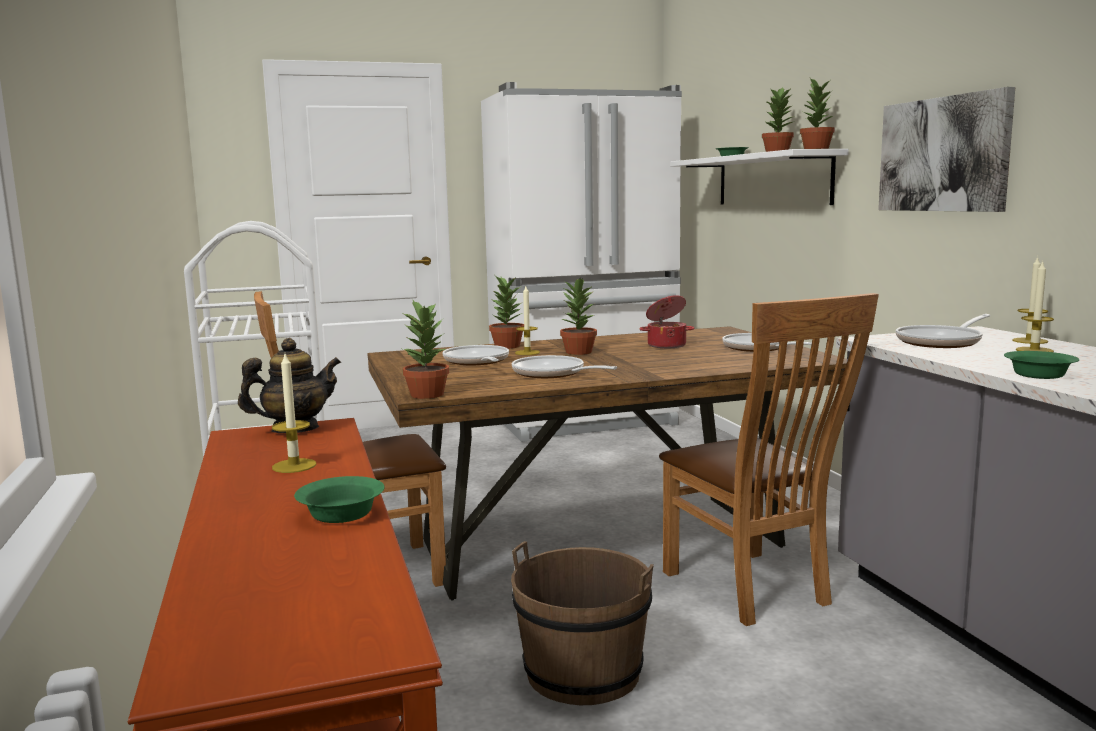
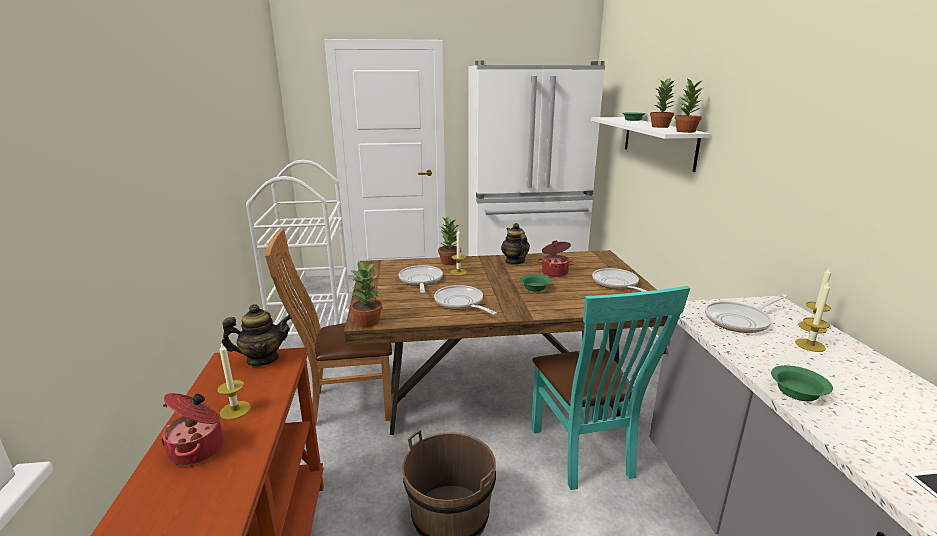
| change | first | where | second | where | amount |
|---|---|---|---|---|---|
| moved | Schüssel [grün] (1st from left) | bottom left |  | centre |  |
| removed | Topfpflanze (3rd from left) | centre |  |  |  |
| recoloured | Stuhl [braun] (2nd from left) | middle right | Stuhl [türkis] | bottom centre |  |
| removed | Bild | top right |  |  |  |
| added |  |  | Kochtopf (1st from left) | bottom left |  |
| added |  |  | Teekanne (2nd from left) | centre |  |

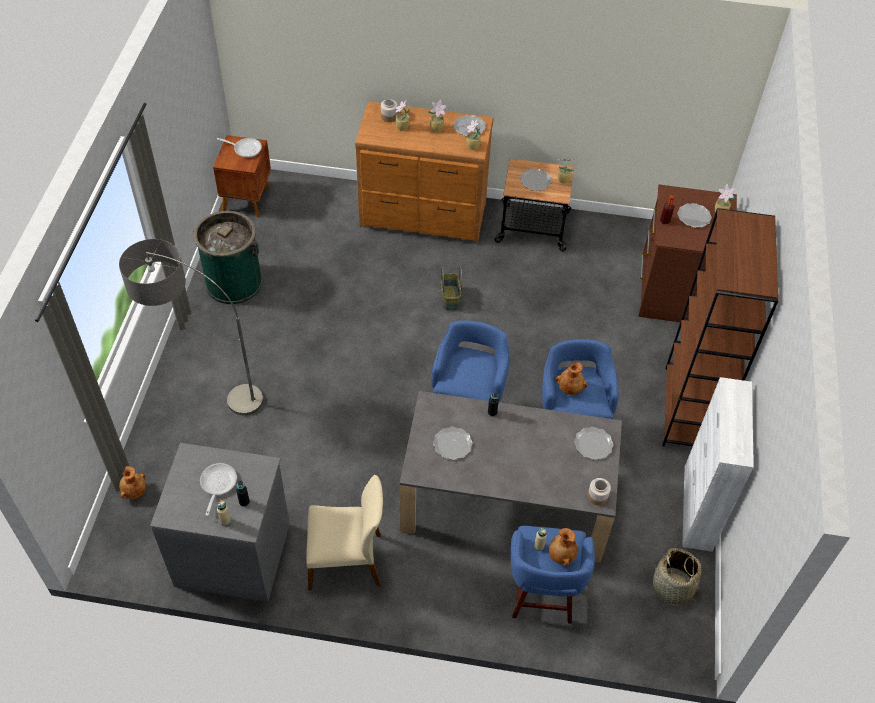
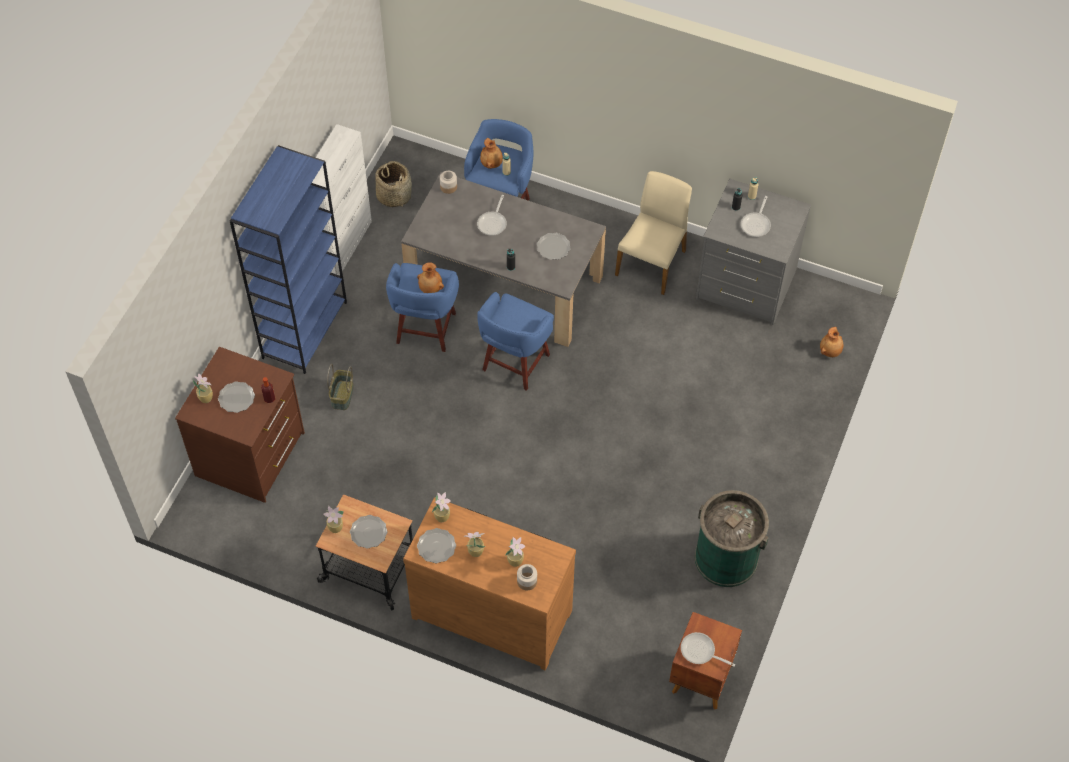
| change | first | where | second | where | amount |
|---|---|---|---|---|---|
| removed | Stehlampe | middle left |  |  |  |
| turned | Stuhl [beige] | bottom centre |  | top centre | 105 degrees clockwise |
| moved | Korb (1st from left) | centre |  | middle left |  |
| removed | Teller (4th from left) | middle right |  |  |  |
| recoloured | Bücherregal [braun] | middle right | Bücherregal [blau] | middle left |  |
| added |  |  | Pfanne (1st from left) | top centre |  |

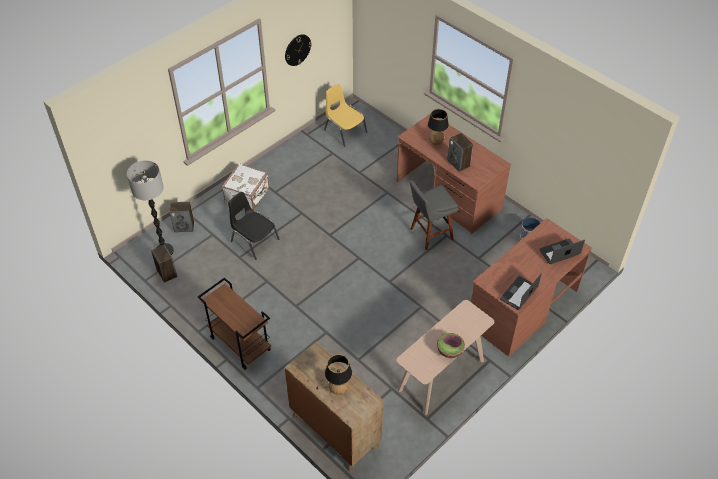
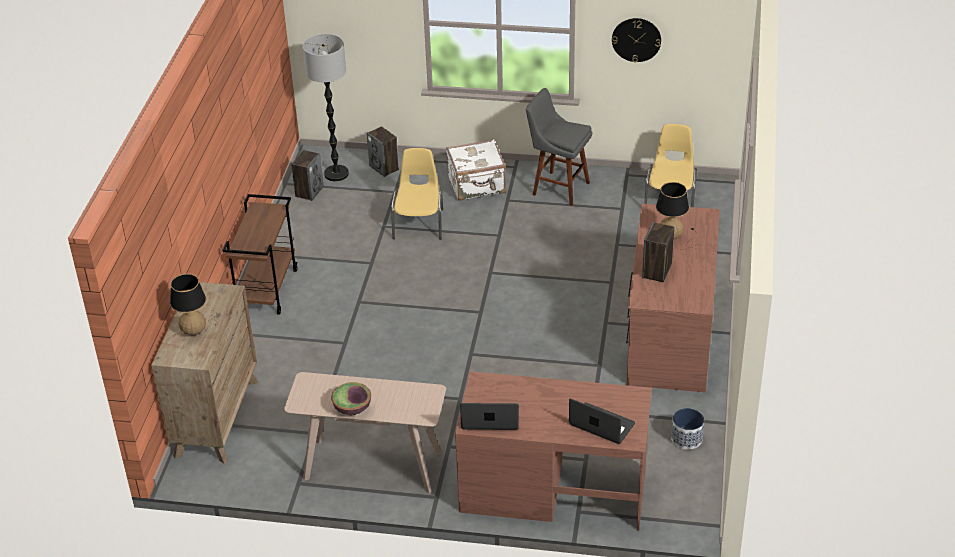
| change | first | where | second | where | amount |
|---|---|---|---|---|---|
| recoloured | Stuhl [schwarz] | centre | Stuhl [gelb] (1st from left) | centre |  |
| moved | Hocker [grau] | centre |  | top centre |  |

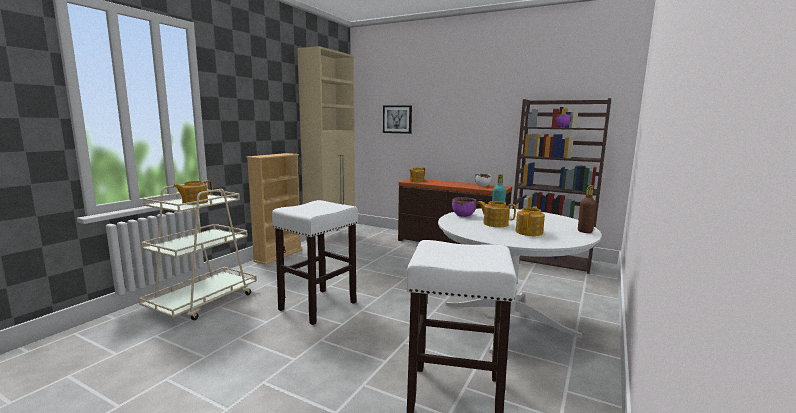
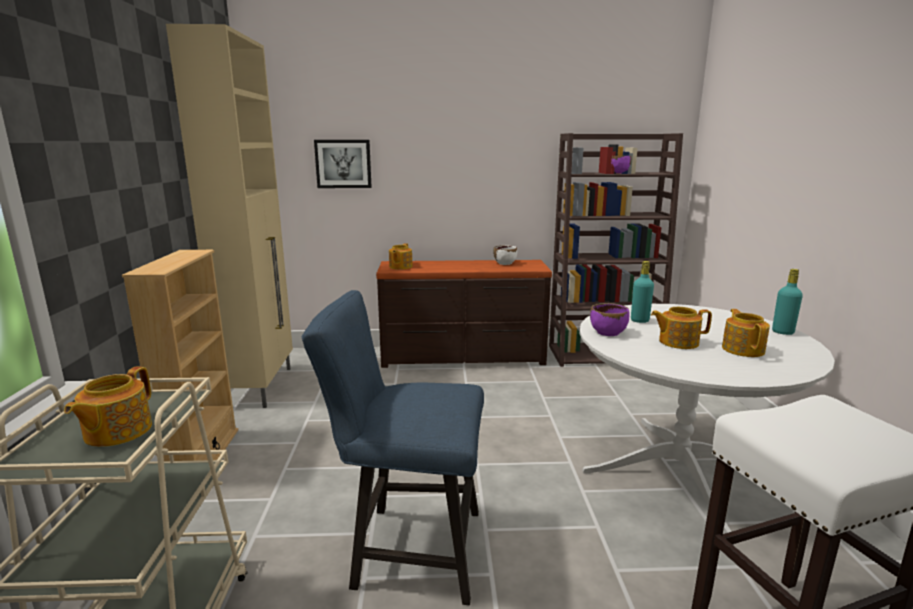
| change | first | where | second | where | amount |
|---|---|---|---|---|---|
| replaced | Hocker [weiß] (1st from left) | centre | Stuhl [blau] | bottom centre |  |
| recoloured | Flasche [braun] | middle right | Flasche [türkis] (2nd from left) | middle right |  |

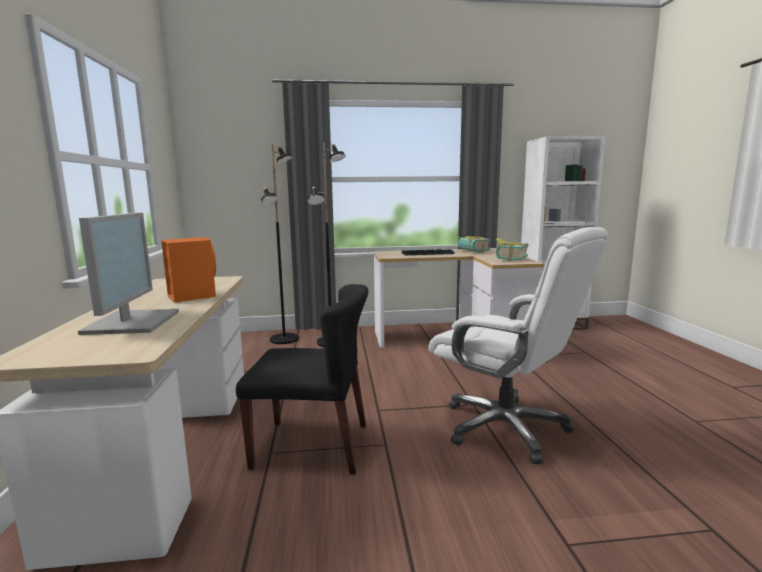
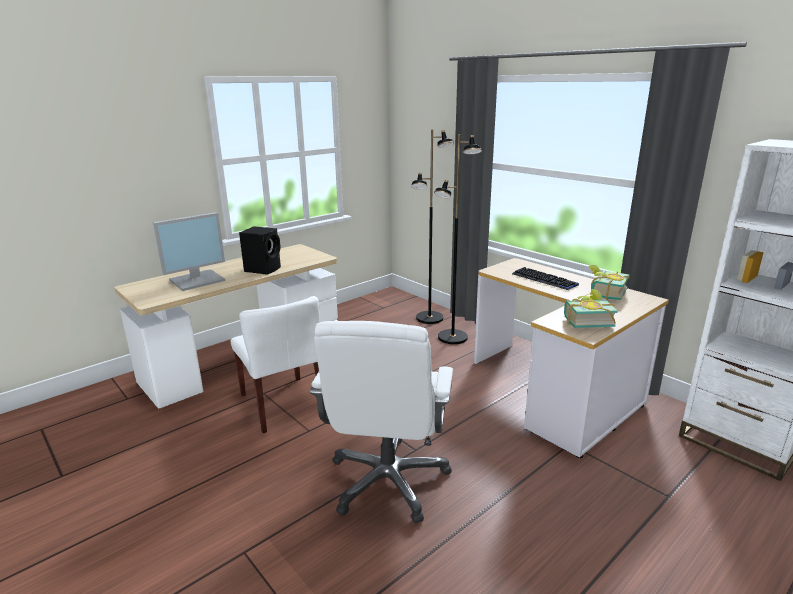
| change | first | where | second | where | amount |
|---|---|---|---|---|---|
| recoloured | Lautsprecher [orange] | middle left | Lautsprecher [schwarz] | middle left |  |
| recoloured | Stuhl [schwarz] | centre | Stuhl [weiß] | centre |  |

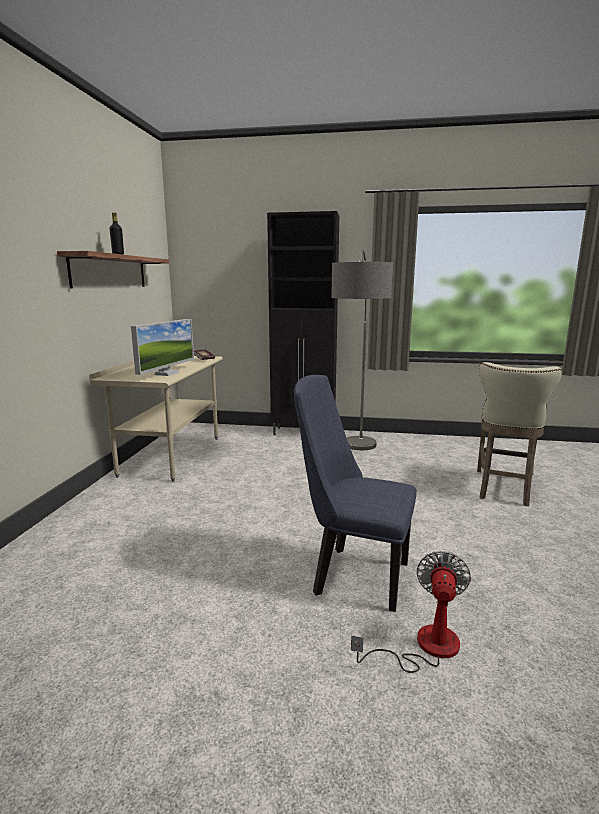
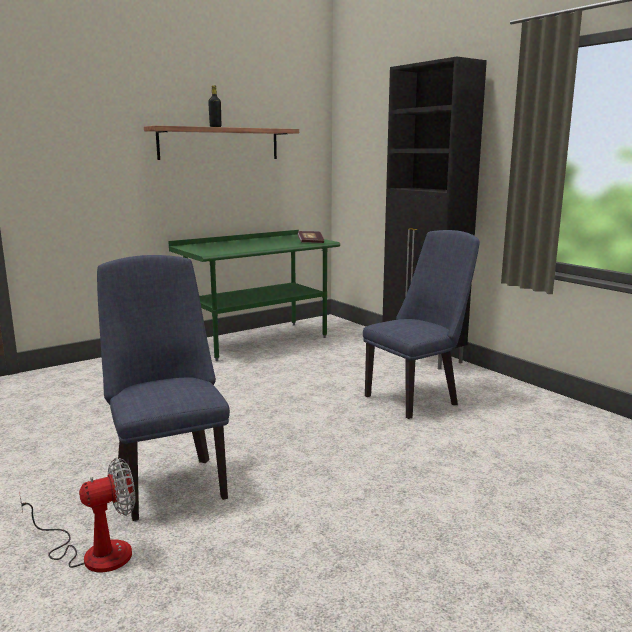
| change | first | where | second | where | amount |
|---|---|---|---|---|---|
| recoloured | Schreibtisch [beige] | middle left | Schreibtisch [grün] | centre |  |
| removed | Monitor | middle left |  |  |  |
| replaced | Stehlampe | centre | Stuhl [blau] (2nd from left) | centre |  |
| removed | Hocker [beige] | middle right |  |  |  |

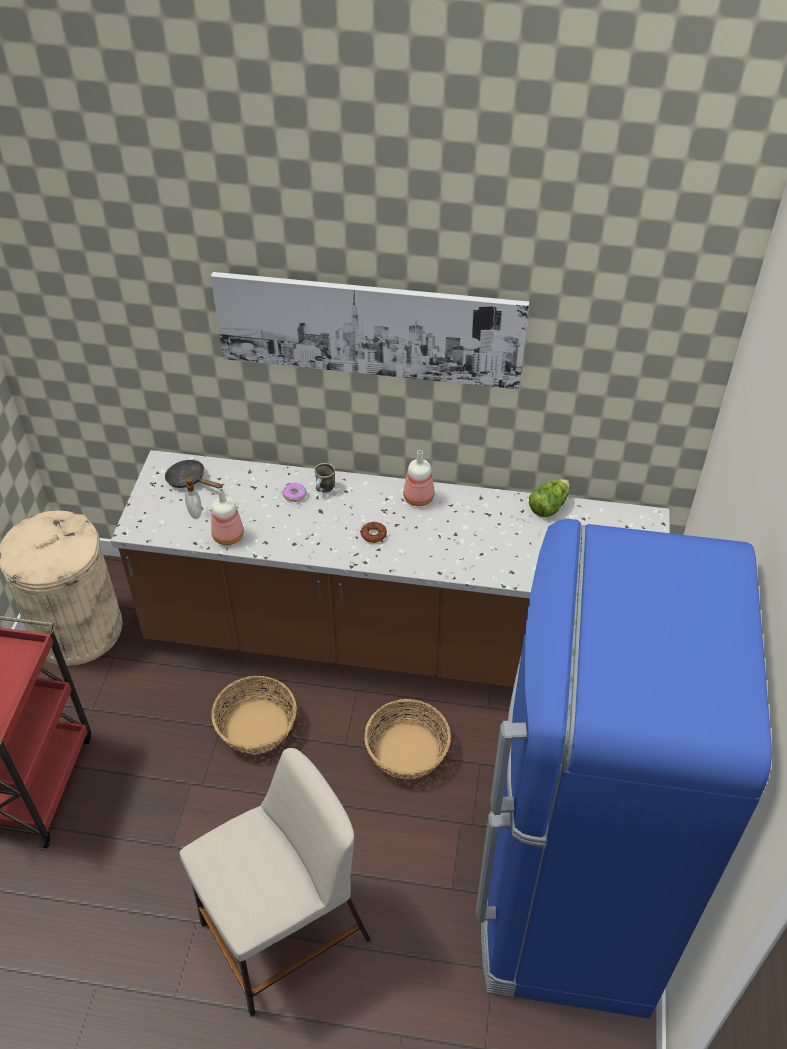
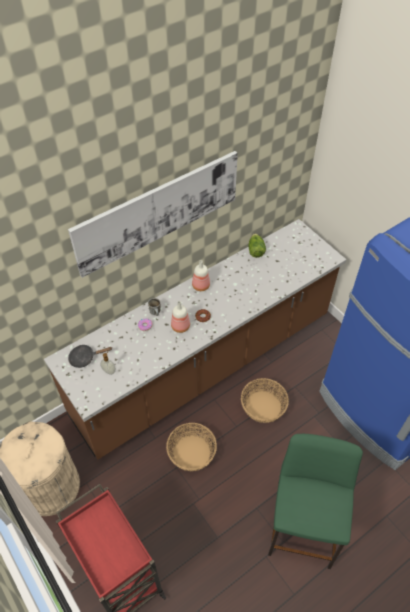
| change | first | where | second | where | amount |
|---|---|---|---|---|---|
| recoloured | Hocker [beige] | bottom centre | Hocker [grün] | bottom right |  |
| moved | Flasche (1st from left) | middle left |  | centre |  |

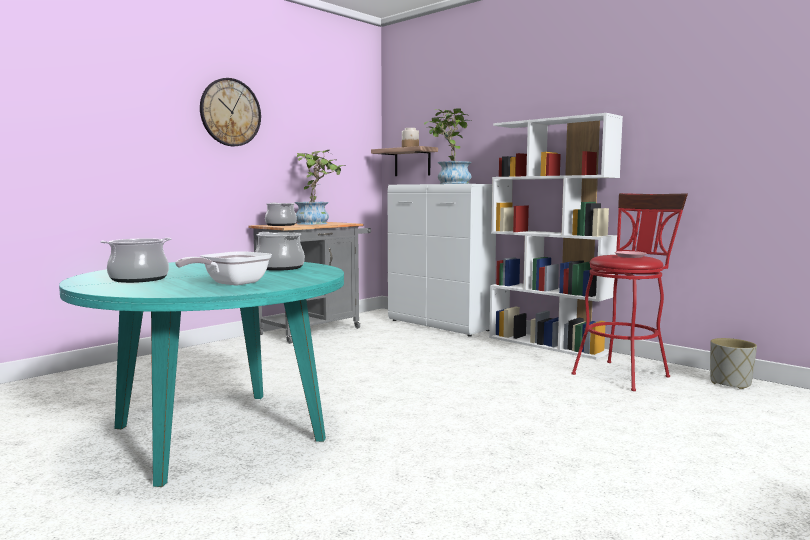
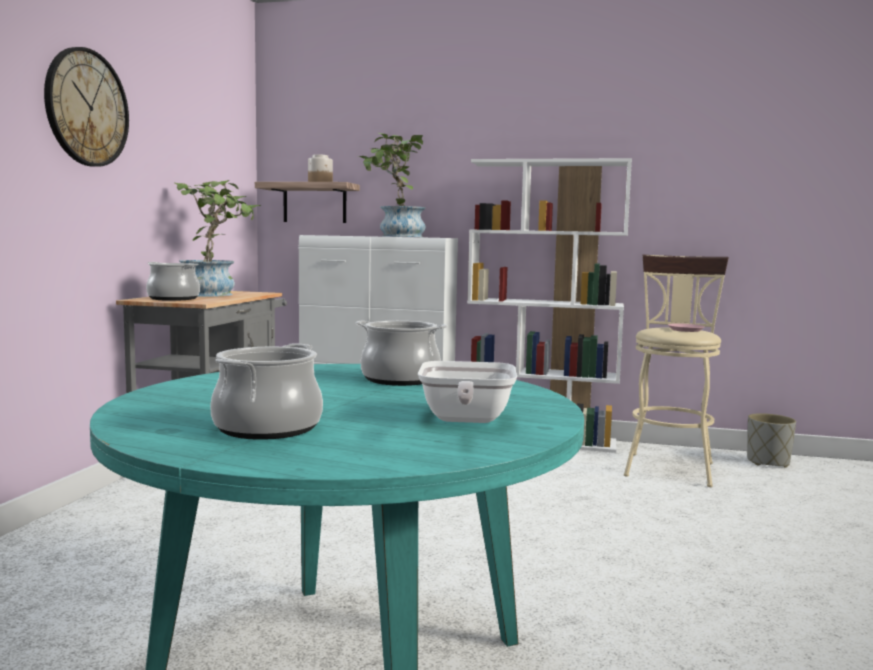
| change | first | where | second | where | amount |
|---|---|---|---|---|---|
| recoloured | Hocker [rot] | middle right | Hocker [beige] | middle right |  |

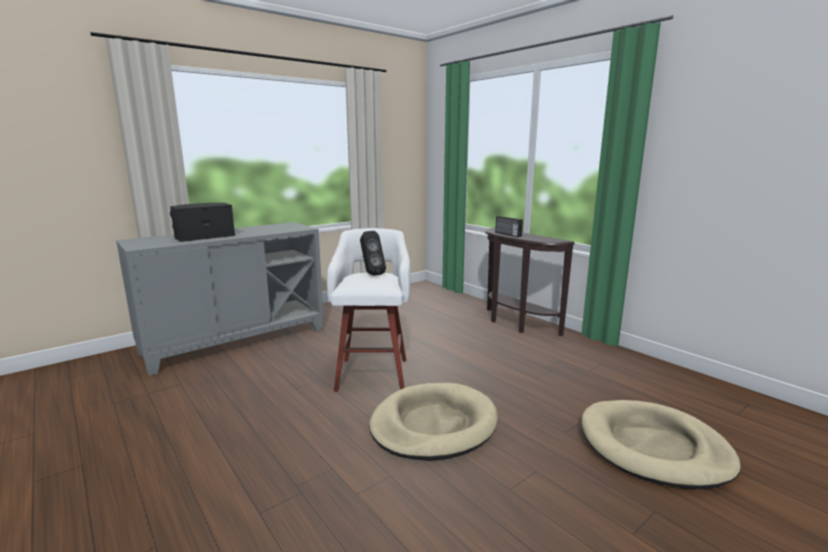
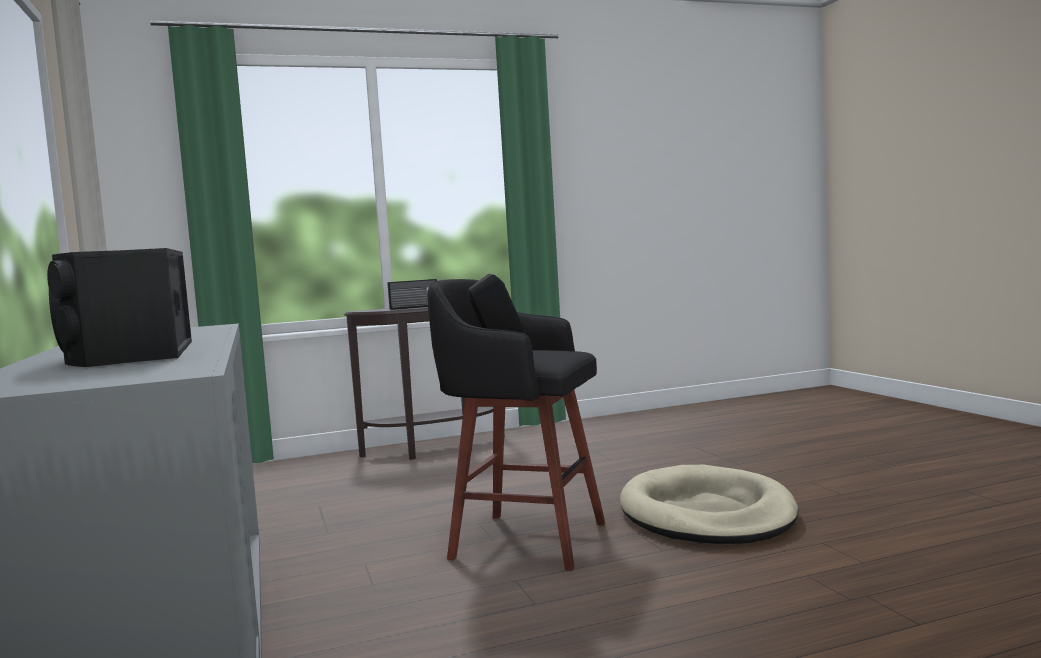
| change | first | where | second | where | amount |
|---|---|---|---|---|---|
| recoloured | Hocker [weiß] | centre | Hocker [schwarz] | centre |  |
| removed | Hundebett [beige] (2nd from left) | bottom right |  |  |  |

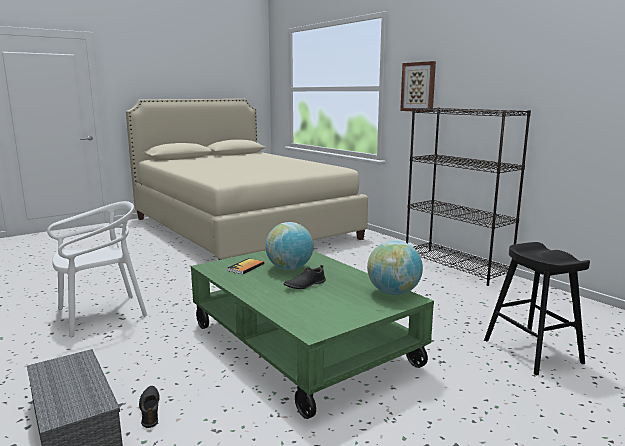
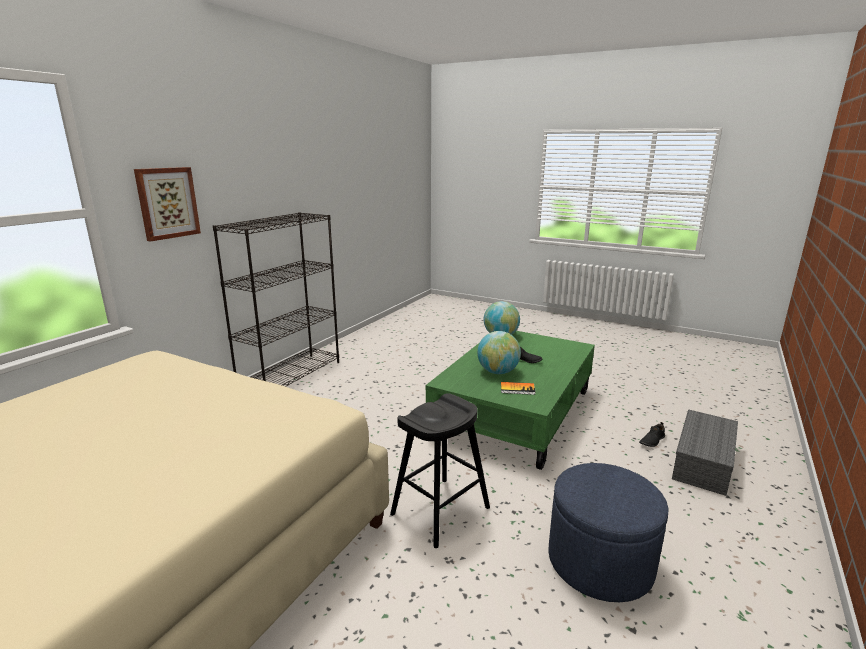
| change | first | where | second | where | amount |
|---|---|---|---|---|---|
| replaced | Stuhl [weiß] | middle left | Polsterhocker [blau] | bottom right |  |
| moved | Hocker [schwarz] | bottom right |  | bottom centre |  |

